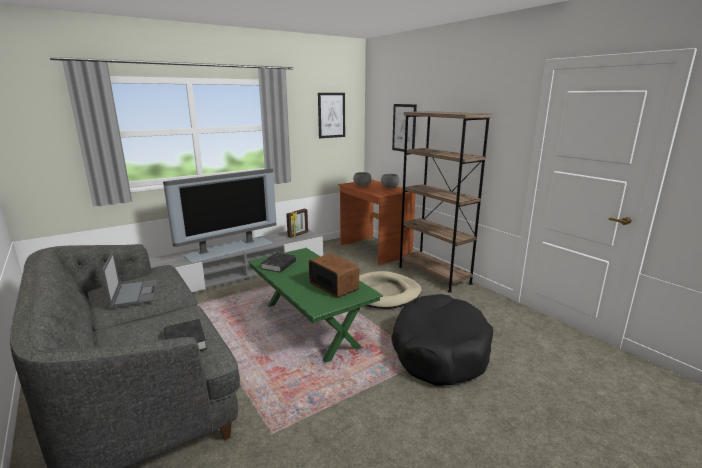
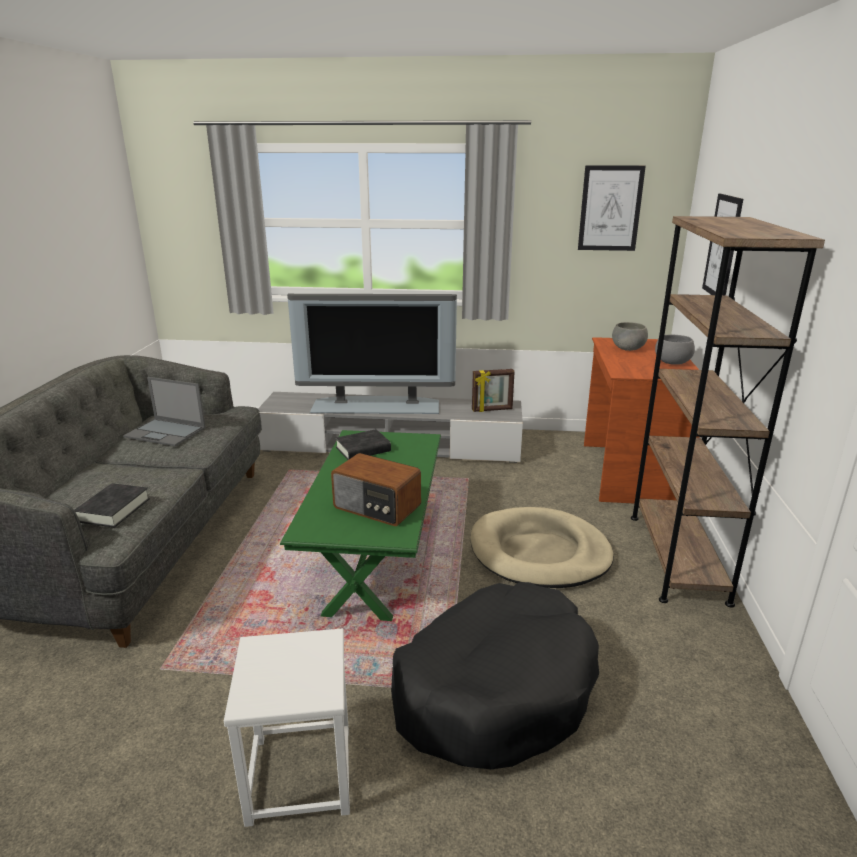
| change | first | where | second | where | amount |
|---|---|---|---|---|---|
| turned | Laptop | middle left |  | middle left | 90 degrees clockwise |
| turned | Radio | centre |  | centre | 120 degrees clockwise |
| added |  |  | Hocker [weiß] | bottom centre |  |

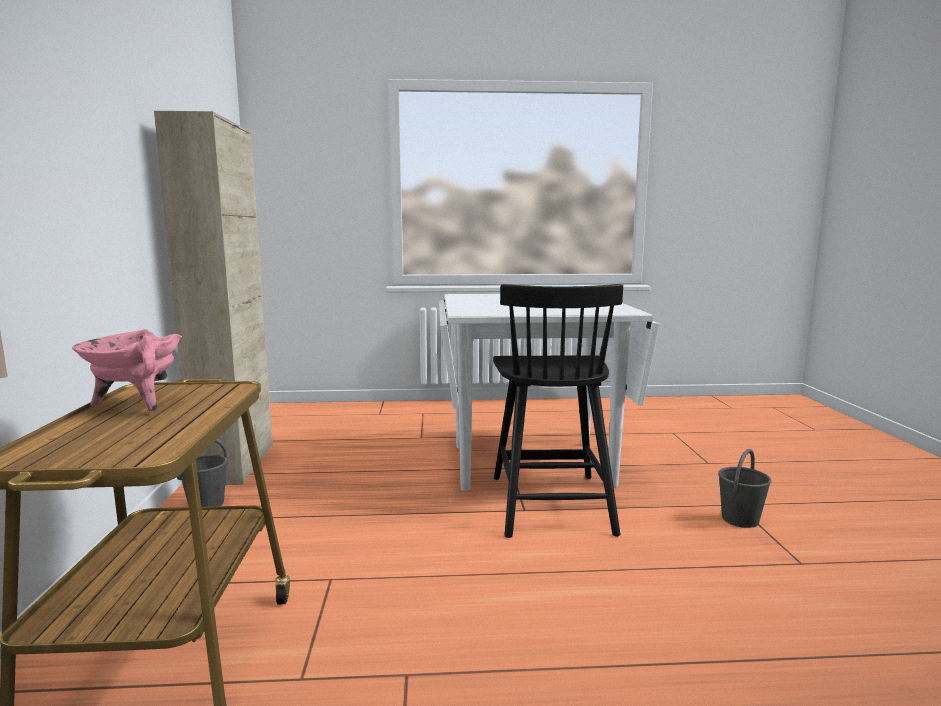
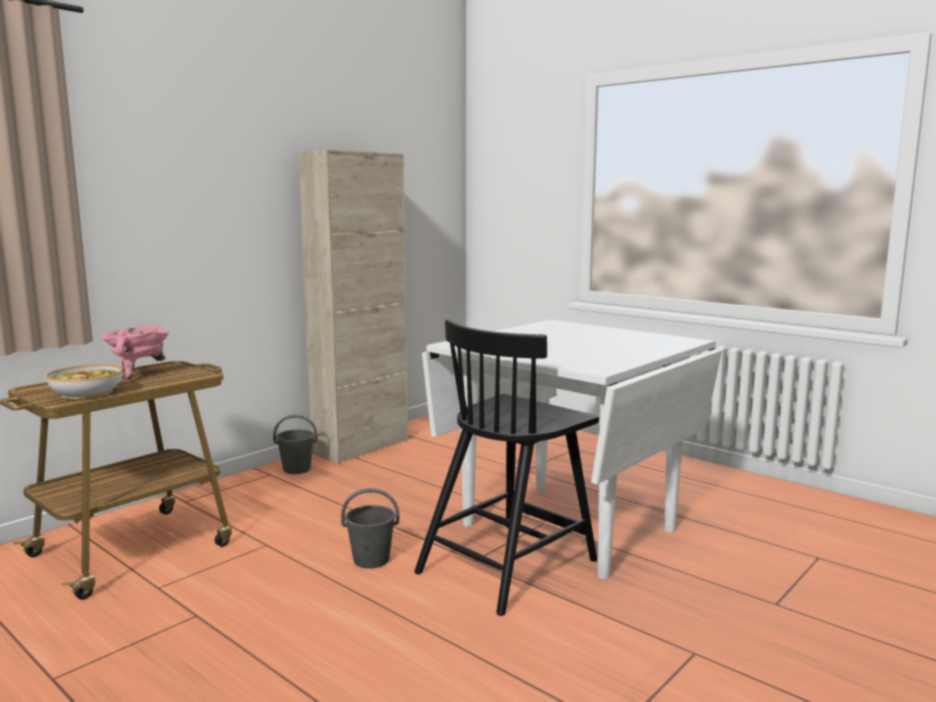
| change | first | where | second | where | amount |
|---|---|---|---|---|---|
| moved | Eimer [grau] (2nd from left) | bottom right |  | bottom centre |  |
| added |  |  | Schüssel | middle left |  |

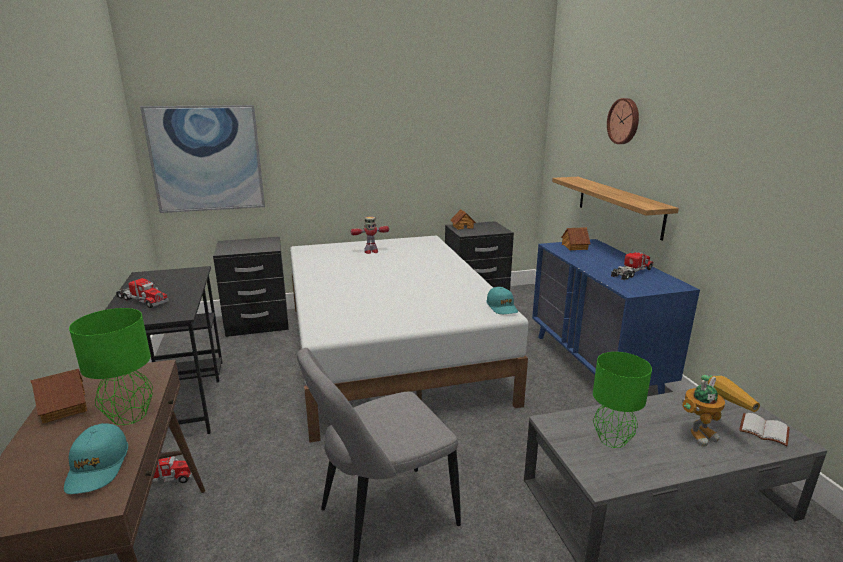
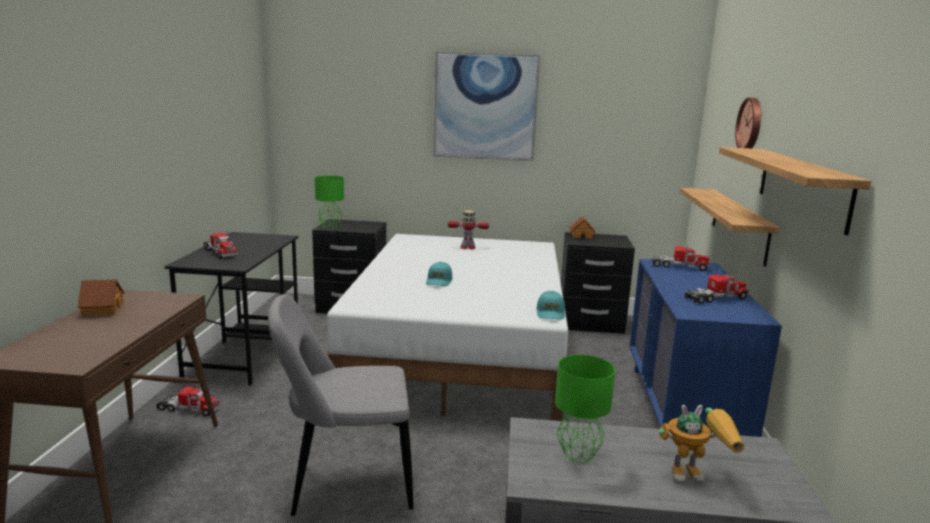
| change | first | where | second | where | amount |
|---|---|---|---|---|---|
| moved | Kappe [türkis] (1st from left) | bottom left |  | centre |  |
| moved | Tischlampe [grün] (1st from left) | middle left |  | centre |  |
| moved | Bild | top left |  | top centre |  |
| replaced | Spielzeughaus (3rd from left) | middle right | Spielzeuglaster (3rd from left) | middle right |  |
| removed | Buch [weiß] | bottom right |  |  |  |
| added |  |  | Wandregal (2nd from left) | middle right |  |

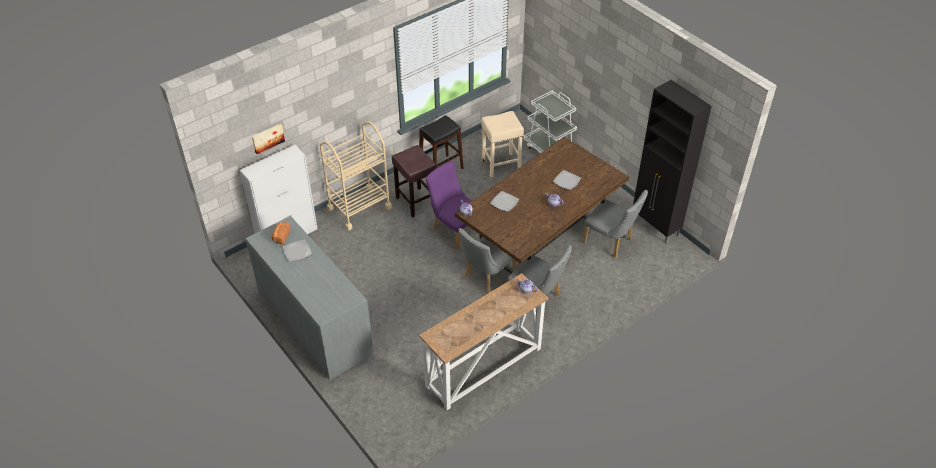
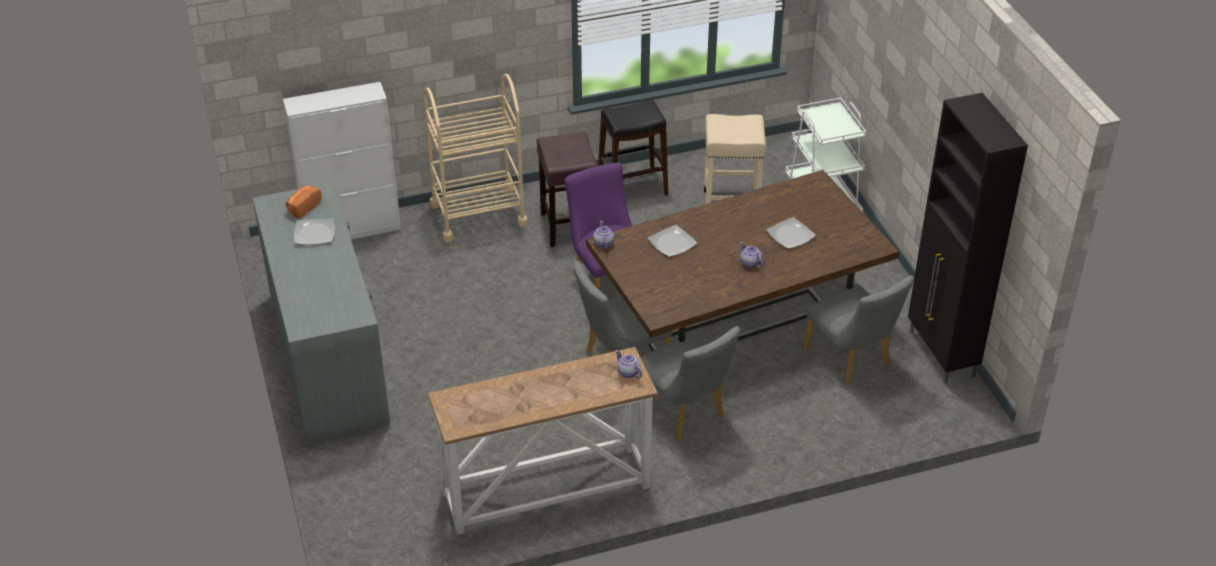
| change | first | where | second | where | amount |
|---|---|---|---|---|---|
| removed | Bild | top left |  |  |  |

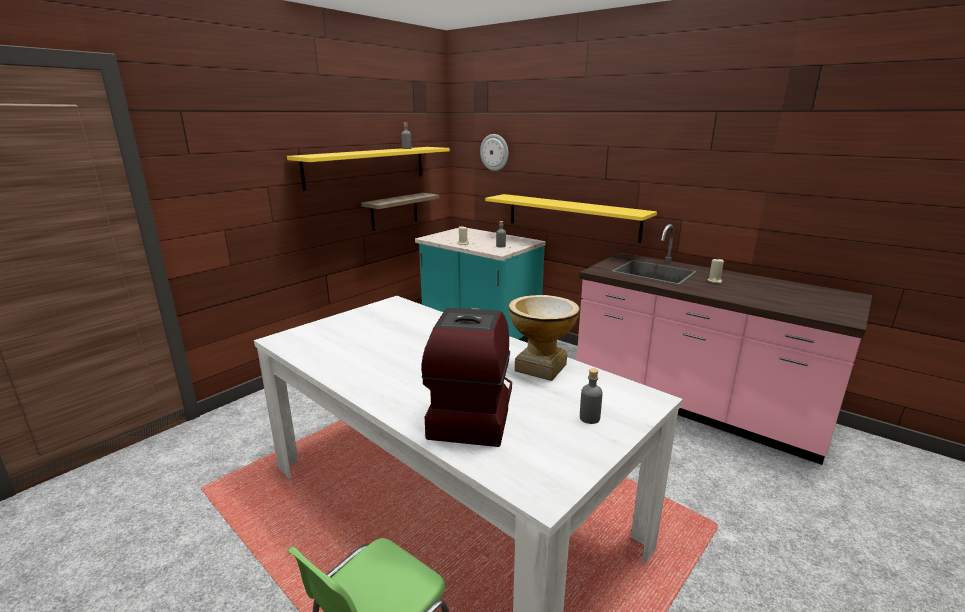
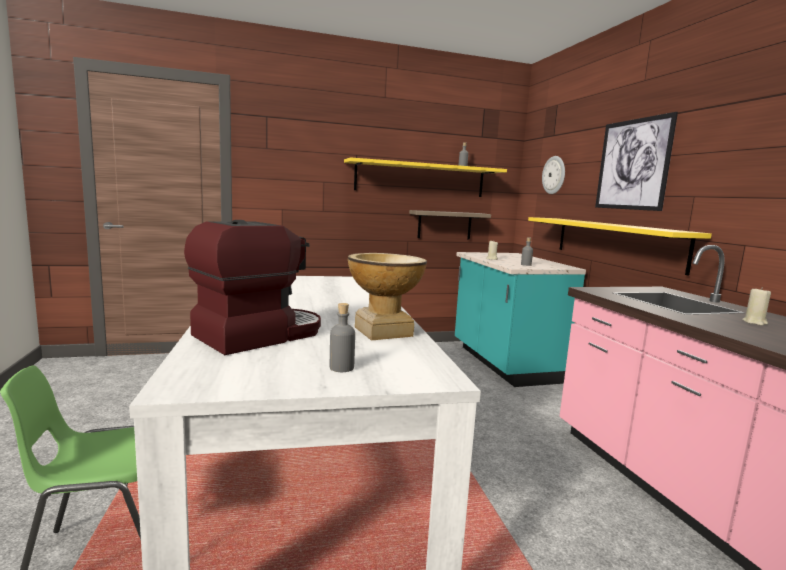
| change | first | where | second | where | amount |
|---|---|---|---|---|---|
| added |  |  | Bild | top right |  |

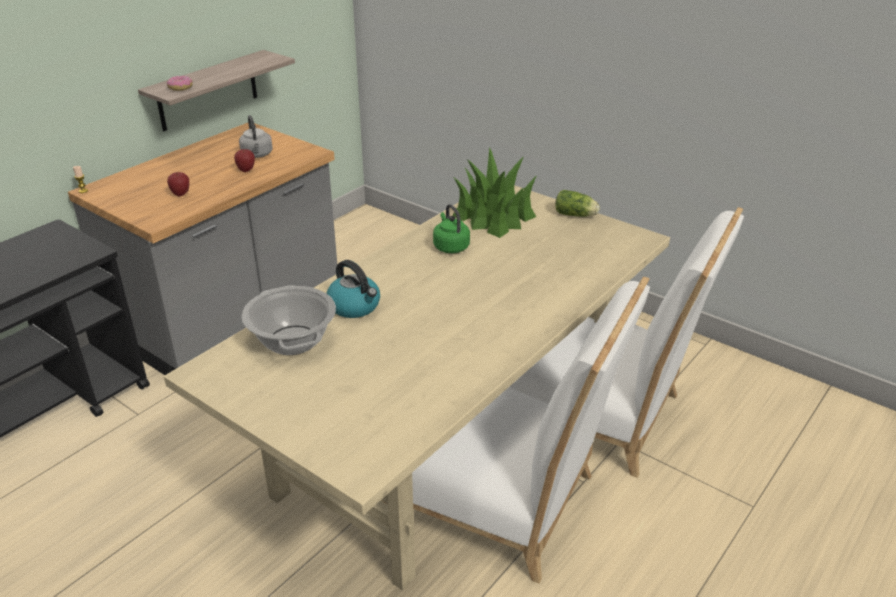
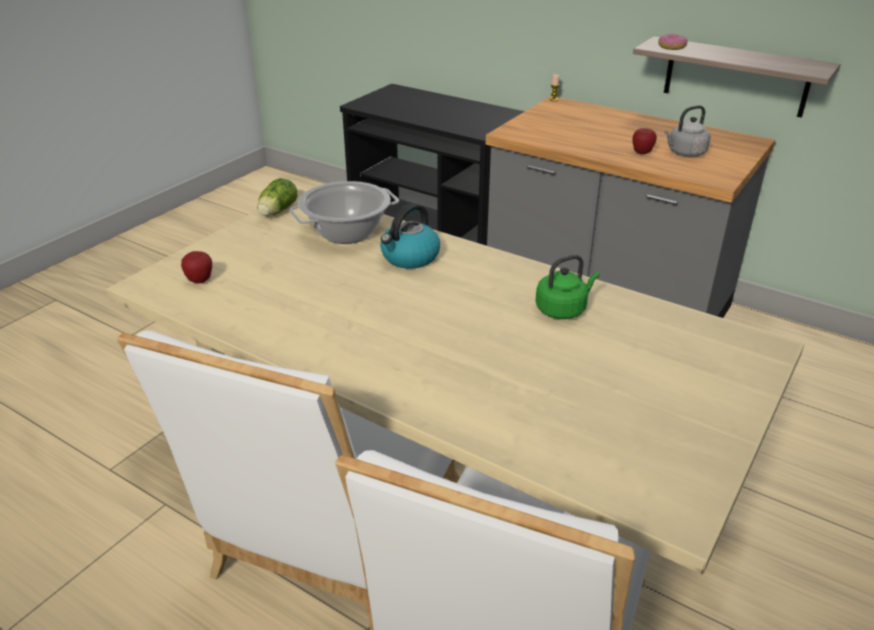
| change | first | where | second | where | amount |
|---|---|---|---|---|---|
| moved | Apfel (1st from left) | top left |  | middle left |  |
| removed | Topfpflanze | top centre |  |  |  |
| moved | Salatkopf | centre |  | top left |  |

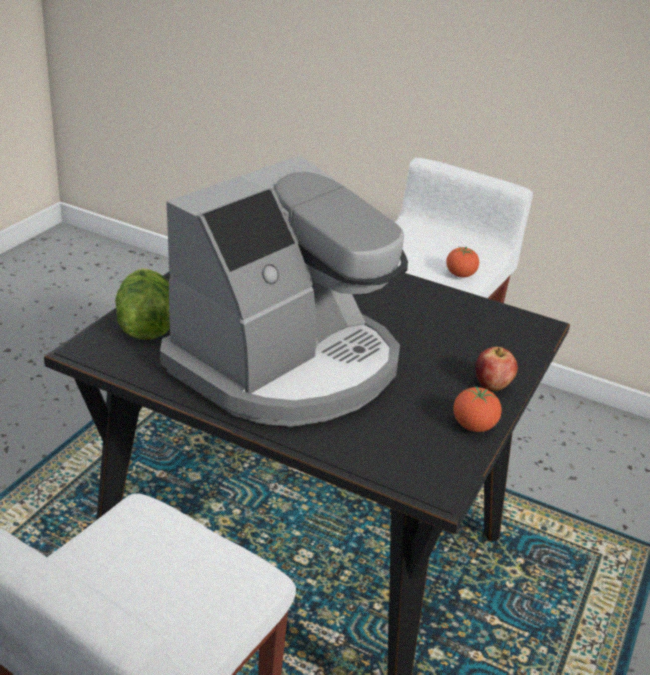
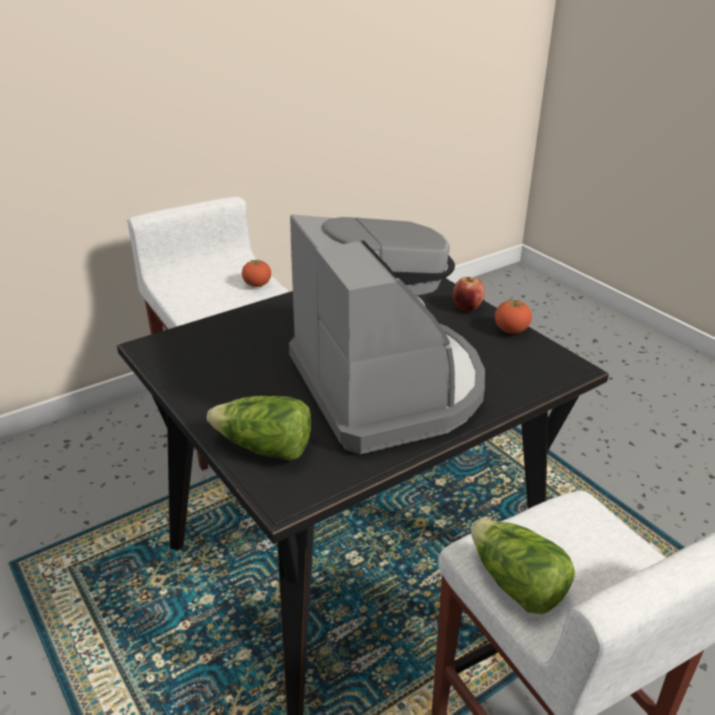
| change | first | where | second | where | amount |
|---|---|---|---|---|---|
| added |  |  | Salatkopf (2nd from left) | bottom right |  |

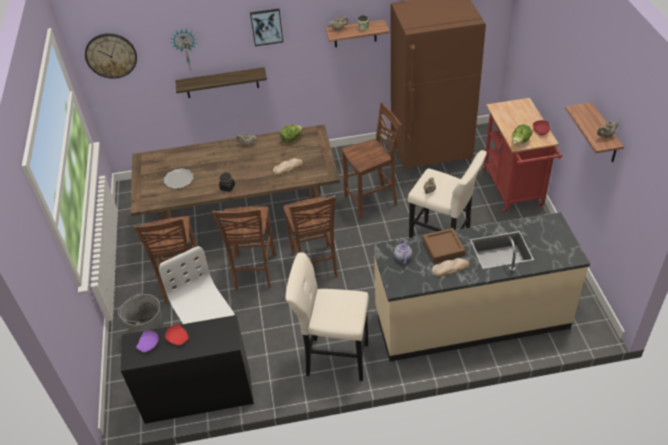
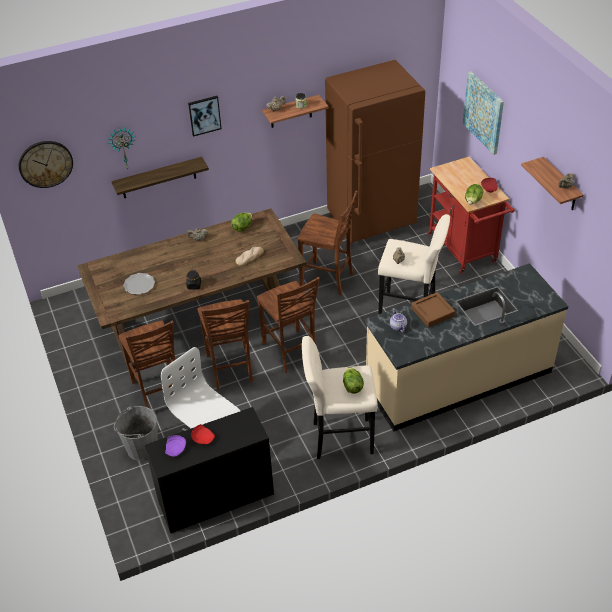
| change | first | where | second | where | amount |
|---|---|---|---|---|---|
| turned | Stuhl [braun] (4th from left) | centre |  | centre | 60 degrees clockwise |
| removed | Brot (2nd from left) | middle right |  |  |  |
| added |  |  | Salatkopf (2nd from left) | centre |  |
| added |  |  | Bild (2nd from left) | top right |  |

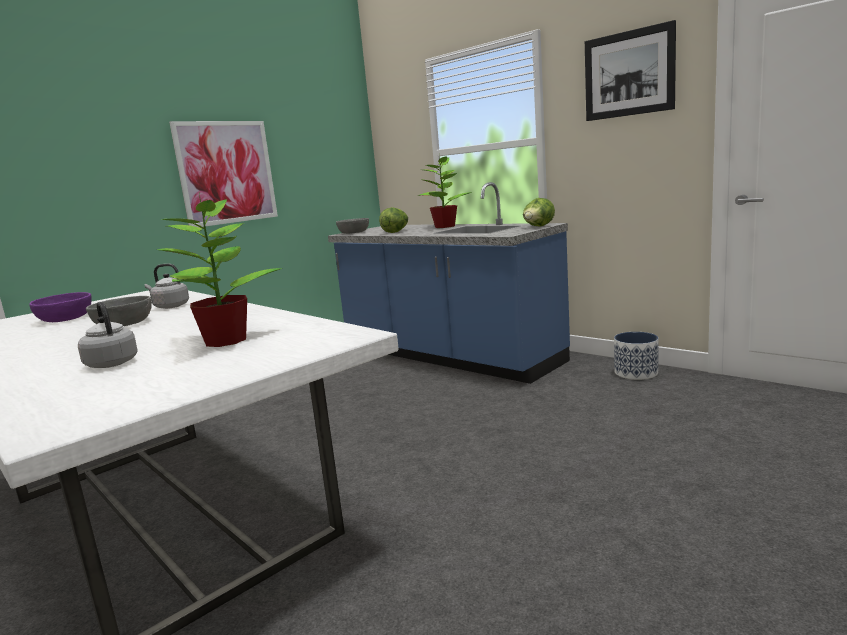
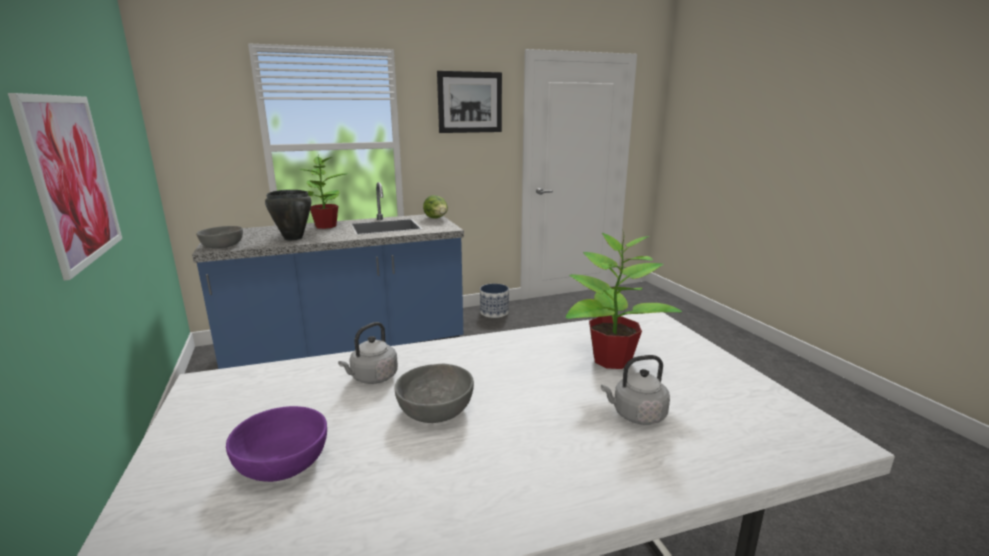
| change | first | where | second | where | amount |
|---|---|---|---|---|---|
| replaced | Salatkopf (1st from left) | centre | Kochtopf [schwarz] | middle left |  |

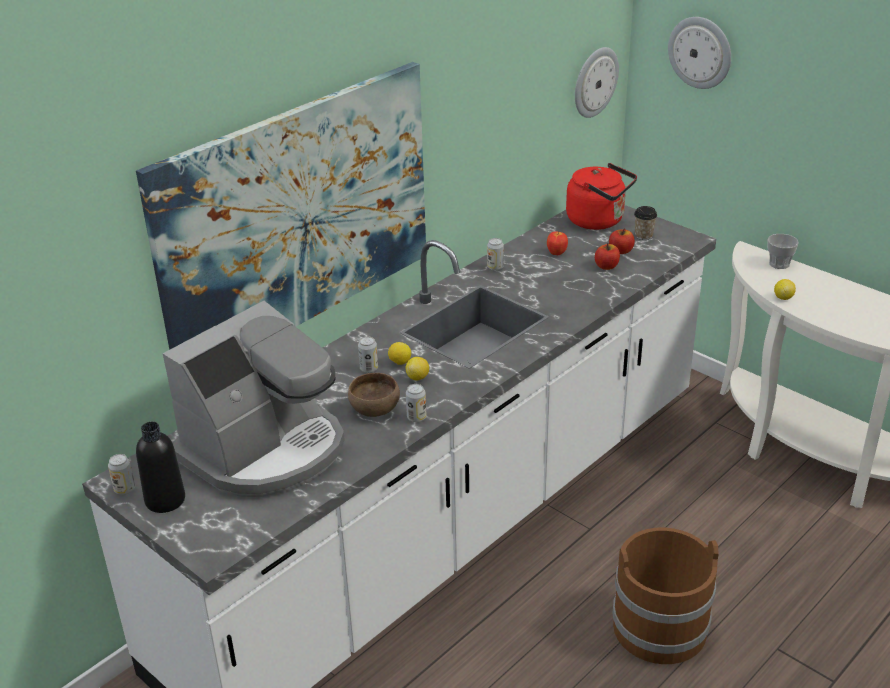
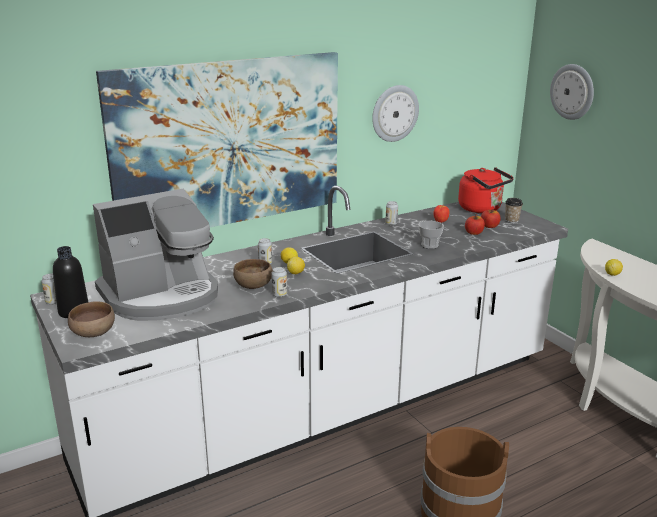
| change | first | where | second | where | amount |
|---|---|---|---|---|---|
| moved | Wanduhr (1st from left) | top right |  | top centre |  |
| moved | Tasse (2nd from left in the first image) | middle right | Tasse (1st from left) | centre |  |
| added |  |  | Schüssel [braun] (1st from left) | middle left |  |

